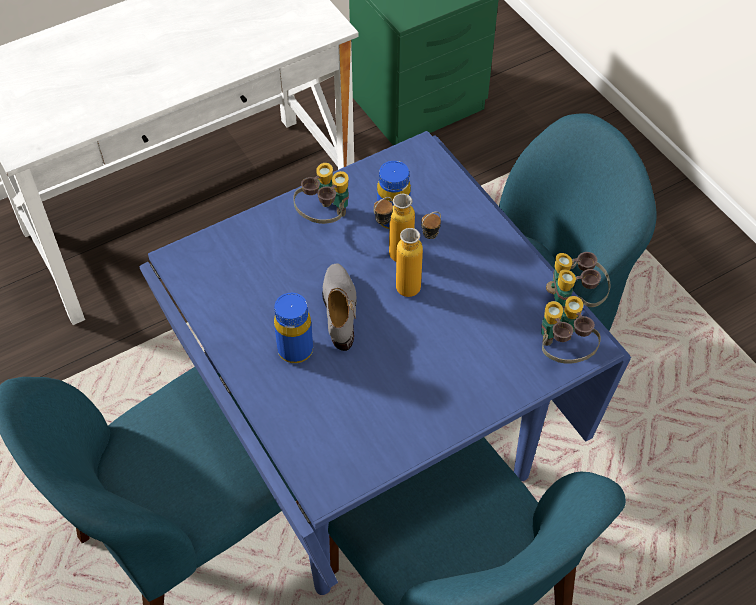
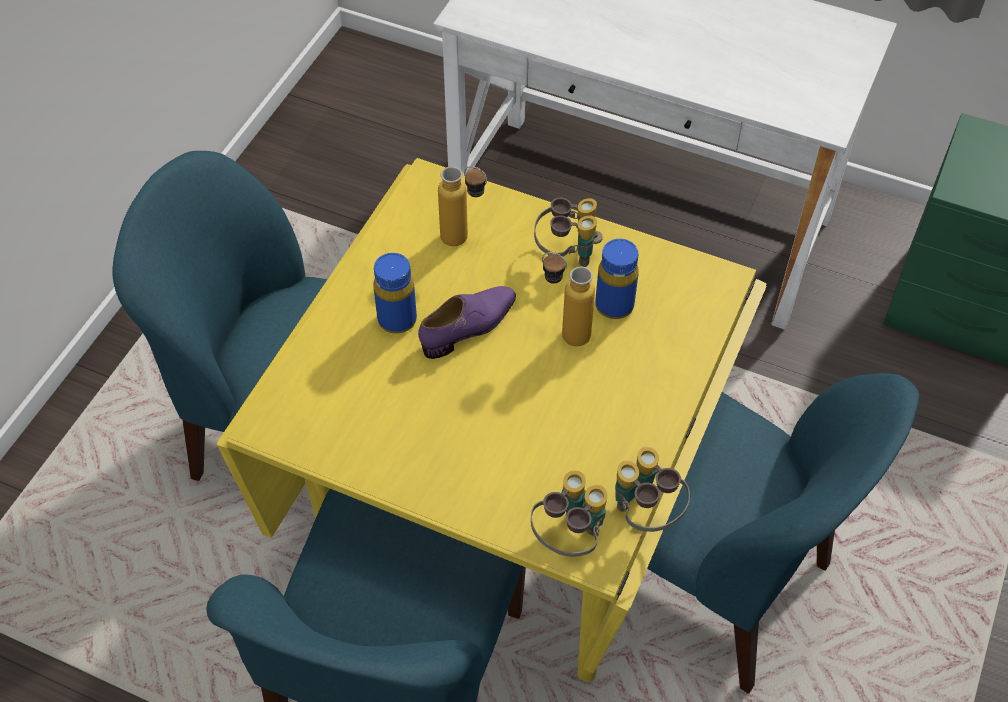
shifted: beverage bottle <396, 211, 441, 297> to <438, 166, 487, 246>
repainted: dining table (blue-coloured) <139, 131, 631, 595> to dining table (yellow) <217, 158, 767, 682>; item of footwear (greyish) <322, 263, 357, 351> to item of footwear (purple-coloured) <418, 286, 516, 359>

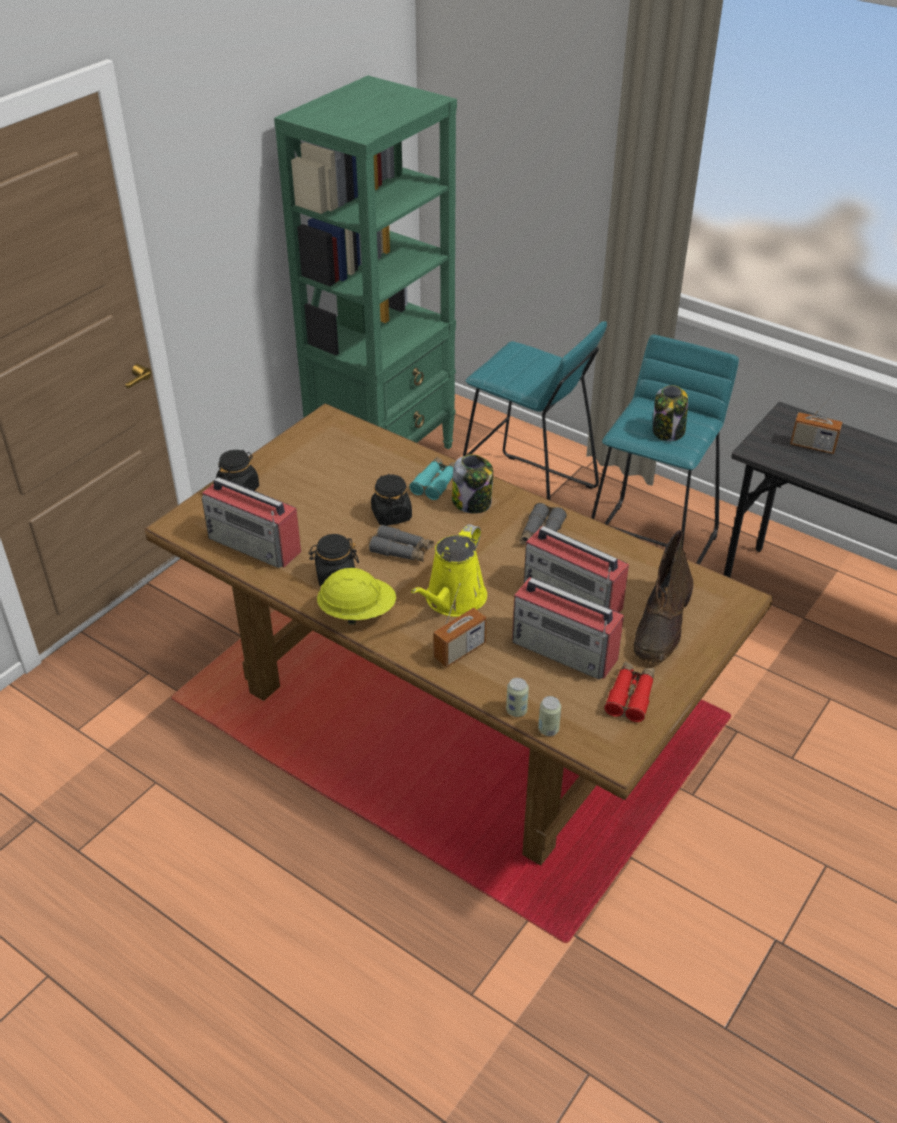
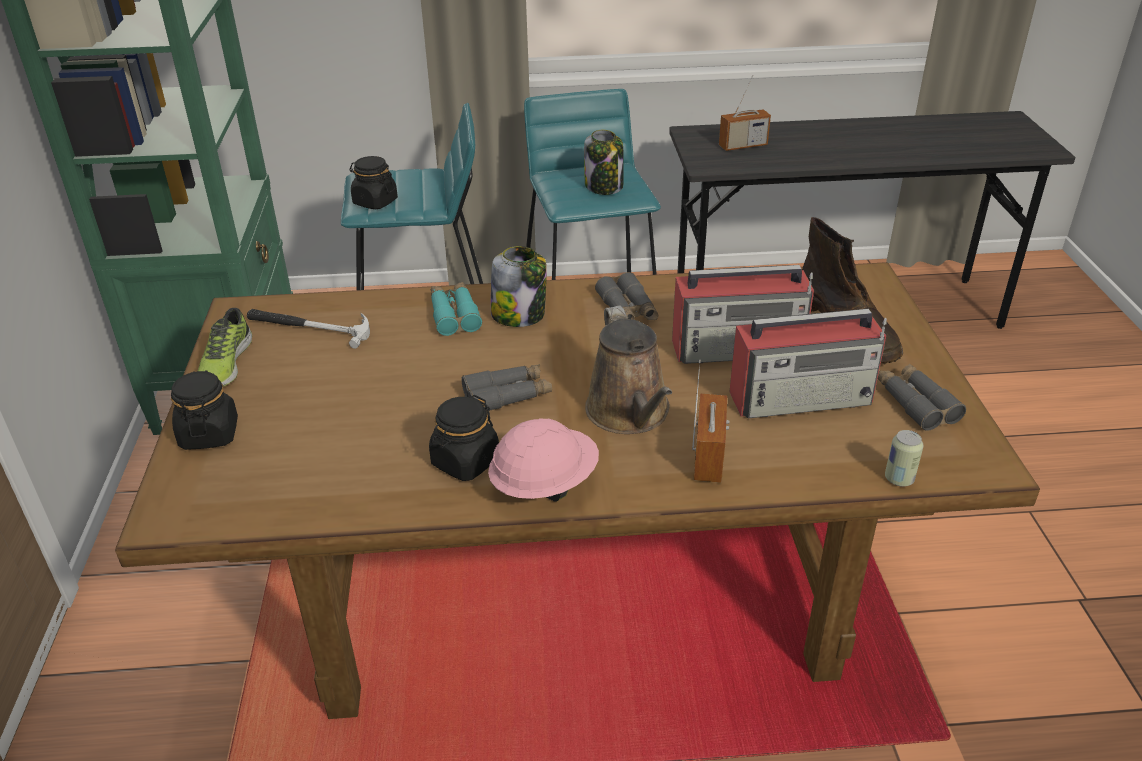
gone: radio receiver <202, 477, 301, 568>; sealed can <506, 678, 529, 717>
new: item of footwear <198, 308, 252, 386>; hammer <247, 309, 370, 349>
shifted: preserve jar (black-coloured) <371, 474, 412, 526> to <349, 156, 398, 209>
repainted: safety helmet (yellow) <317, 568, 396, 624> to safety helmet (pink) <488, 418, 599, 502>; watering pot (yellow) <411, 524, 487, 617> to watering pot (brownish) <585, 305, 672, 434>; binoculars (reddish) <604, 661, 655, 722> to binoculars (greyish) <878, 363, 966, 431>

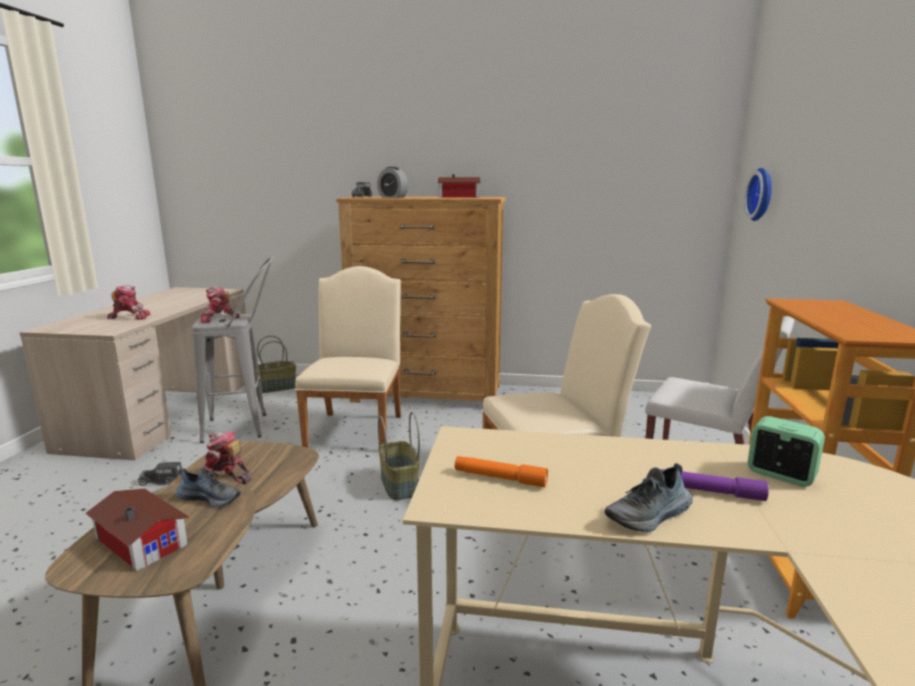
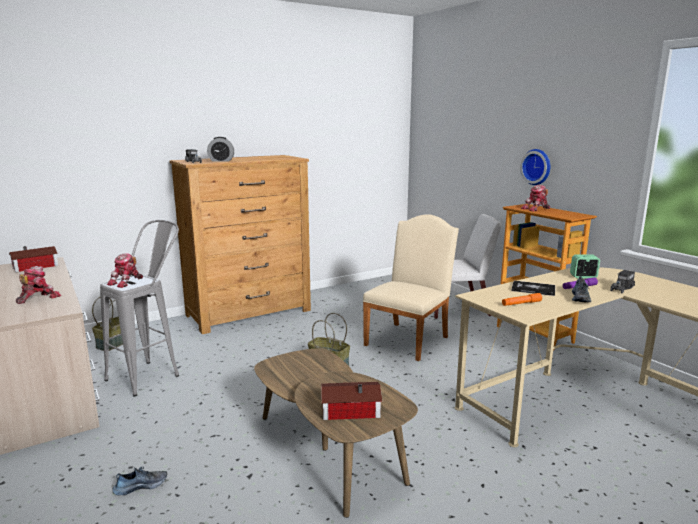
gone: upright chair (beige-coloured) <295, 266, 401, 448>
new: book <512, 281, 555, 296>
shifted: miniature house <438, 174, 480, 198> to <9, 246, 58, 272>; item of footwear <175, 468, 241, 507> to <112, 467, 167, 495>; hanging clock <744, 168, 772, 221> to <520, 149, 550, 185>; model robot <197, 432, 252, 484> to <521, 185, 550, 211>; toy truck <138, 462, 183, 486> to <610, 270, 635, 293>

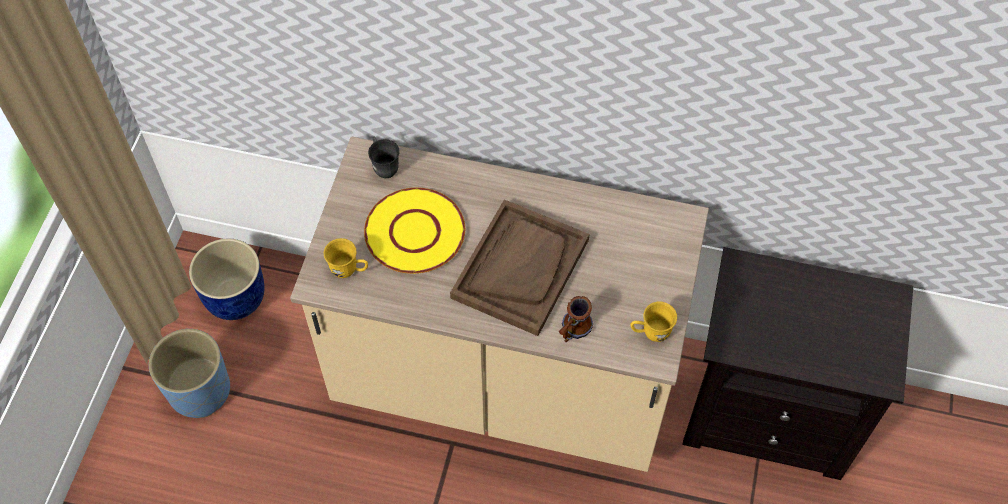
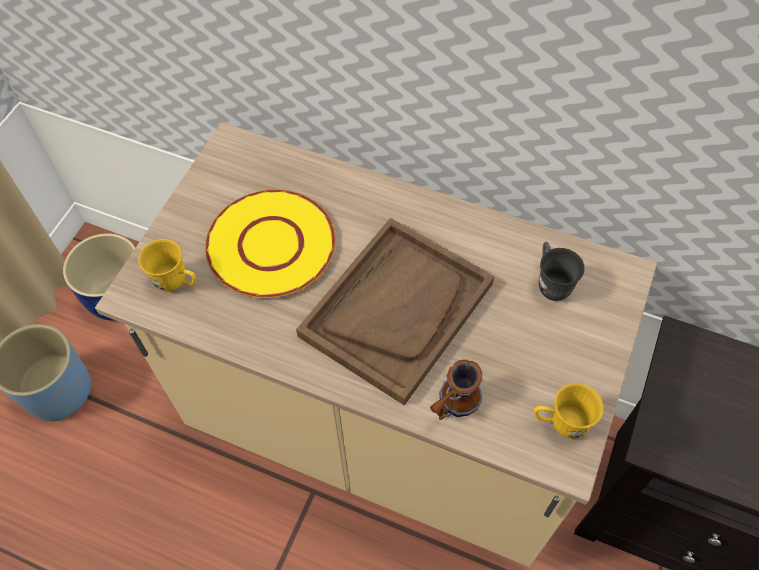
shifted: tea mug (greyish) <368, 137, 400, 178> to <539, 242, 585, 301>

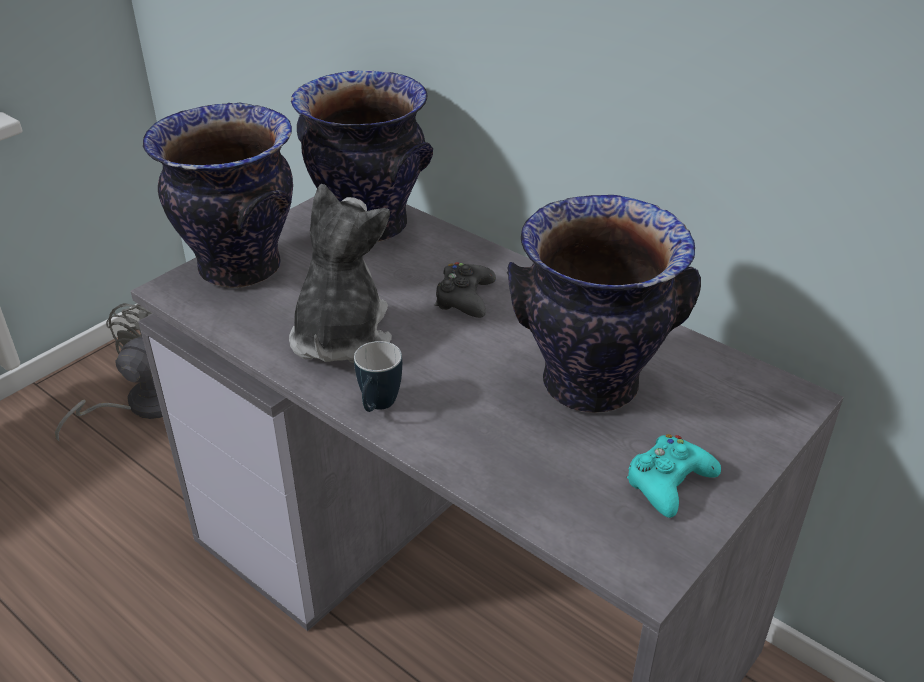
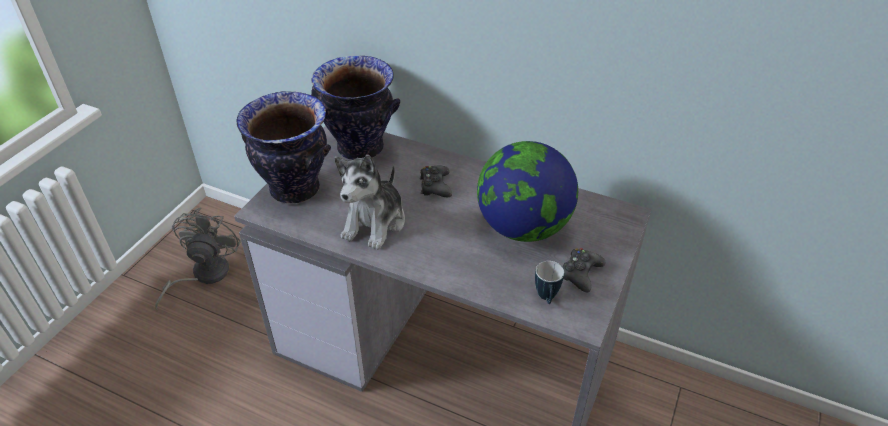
shifted: tea mug <354, 341, 402, 412> to <535, 261, 564, 304>
swapped: decorative vase <507, 195, 701, 413> to desk globe <477, 141, 578, 242>
repainted: gamepad (blue-green) <626, 434, 721, 518> to gamepad (black-coloured) <562, 248, 605, 293>
rotated: cuddly toy <289, 184, 392, 363> = <335, 155, 405, 250> 150 degrees counterclockwise

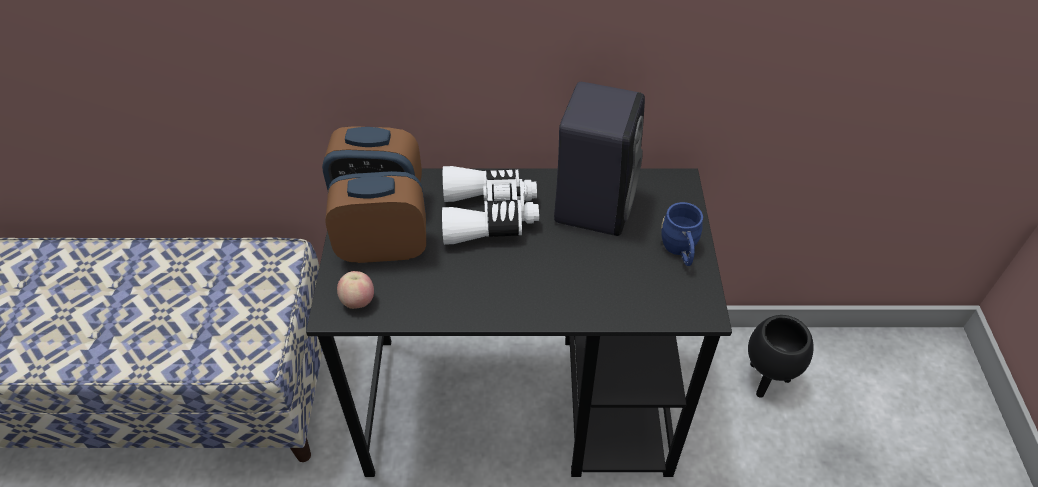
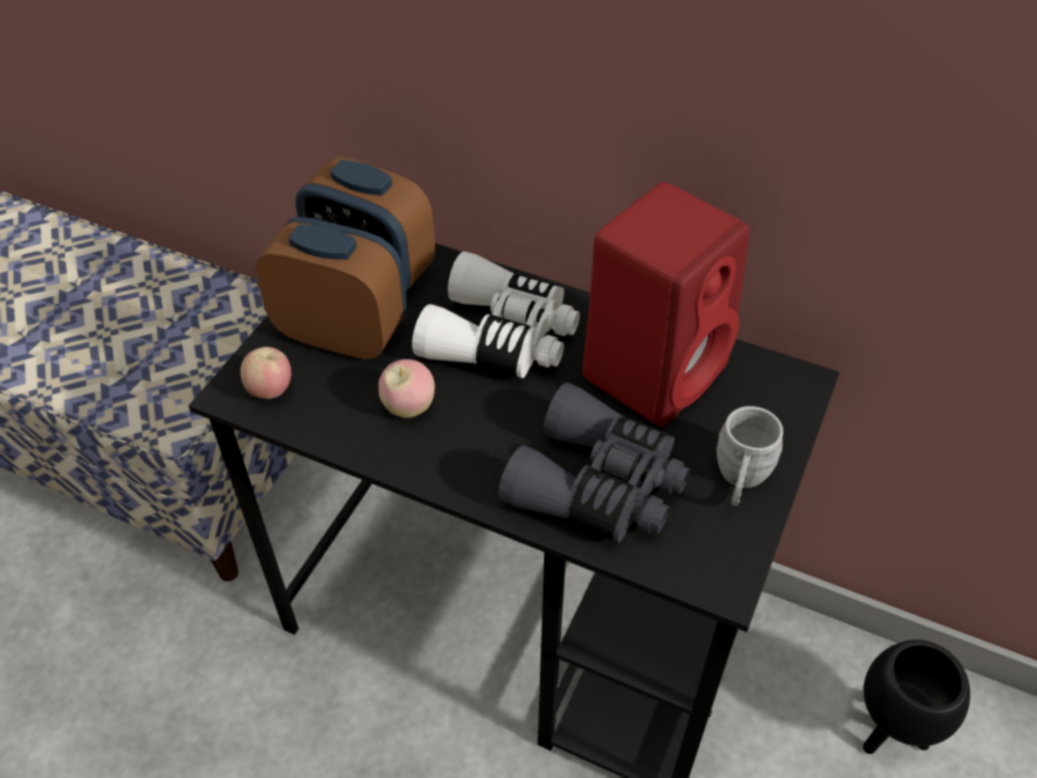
new: apple fruit <378, 359, 435, 418>; binoculars (greyish) <498, 382, 691, 543>
repainted: loudspeaker (black-coloured) <554, 82, 645, 236> to loudspeaker (reddish) <582, 182, 749, 427>; tea mug (blue-coloured) <661, 202, 703, 266> to tea mug (greyish) <717, 406, 783, 506>

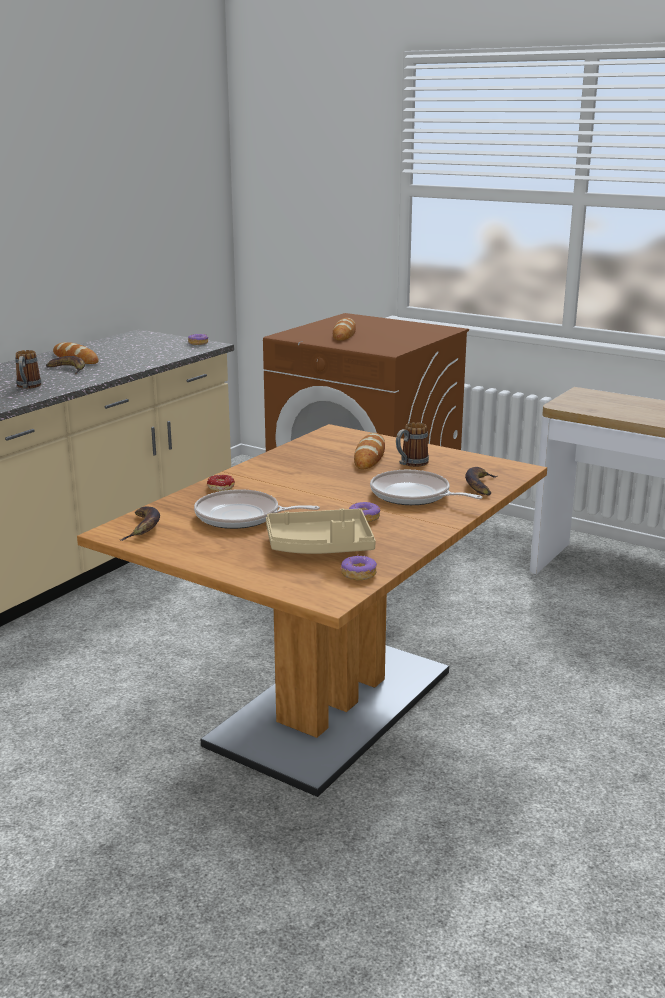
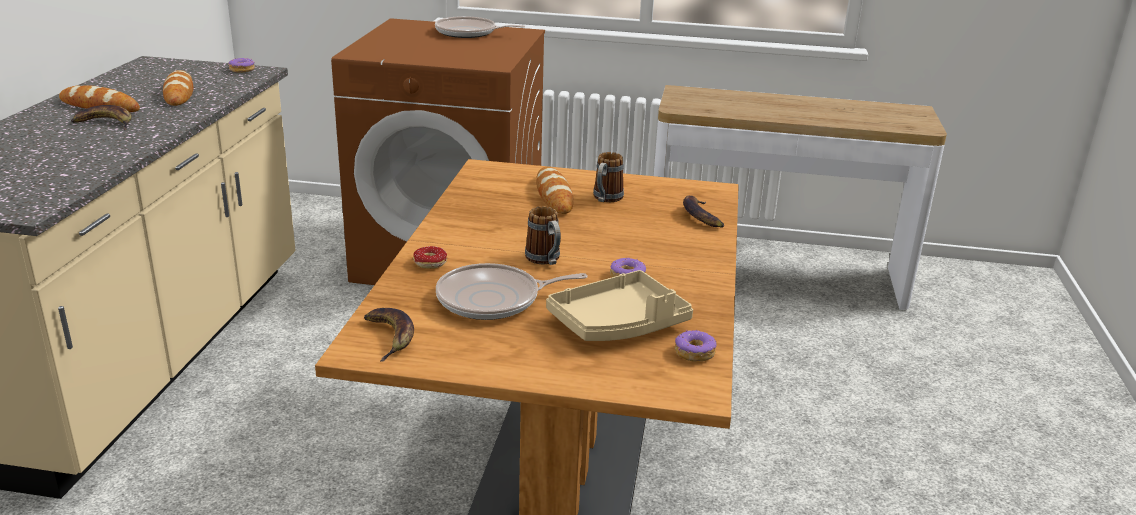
shifted: bread <333, 318, 356, 341> to <163, 70, 193, 106>; skillet <370, 470, 482, 505> to <435, 16, 525, 38>; tea mug <15, 350, 42, 389> to <525, 206, 561, 265>

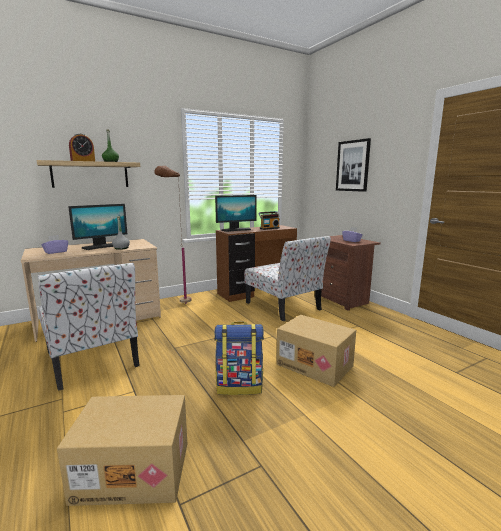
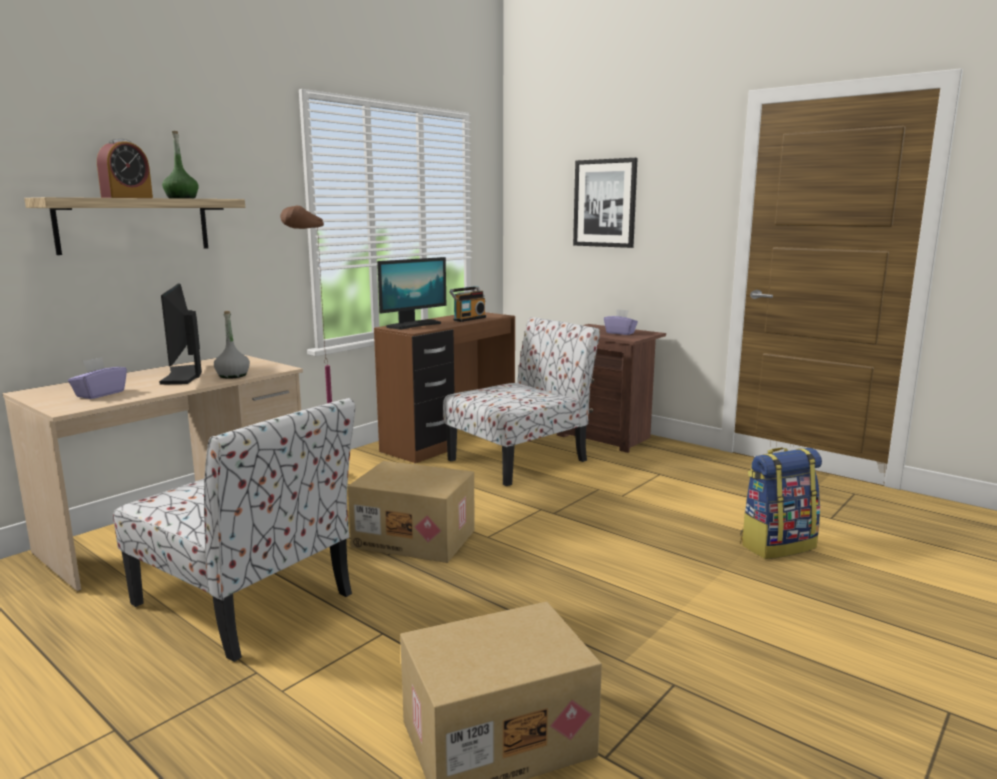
shifted: cardboard box <276, 315, 356, 387> to <348, 461, 475, 563>; rucksack <214, 322, 264, 395> to <740, 447, 822, 559>
rotated: computer screen <68, 204, 127, 250> = <159, 283, 202, 385> 135 degrees clockwise; upright chair <244, 236, 331, 321> = <443, 317, 600, 486> 75 degrees counterclockwise

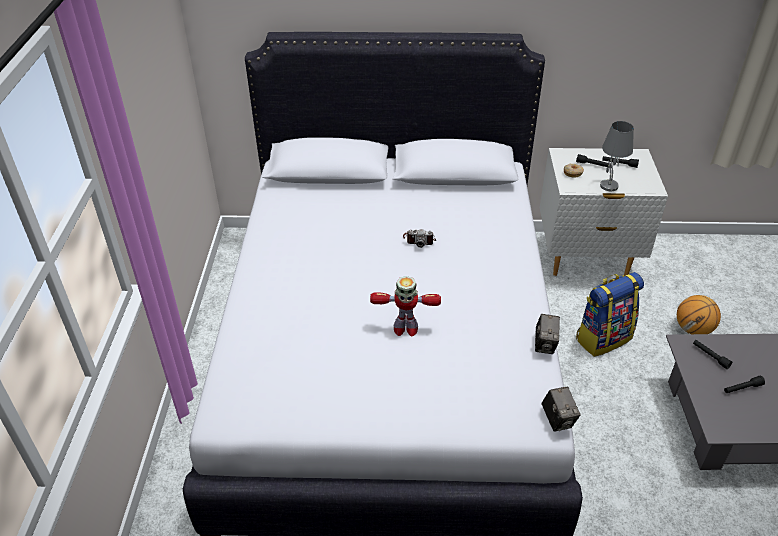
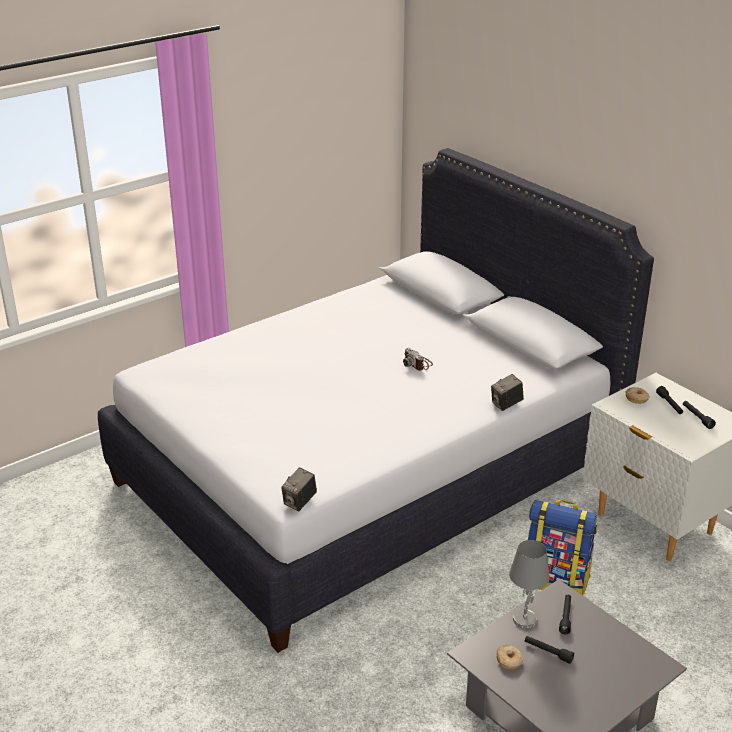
gone: model robot <370, 276, 441, 336>; basketball <677, 295, 721, 334>
new: ring doughnut <496, 644, 524, 670>
shifted: still camera <535, 314, 560, 354> to <491, 374, 524, 411>; lamp for a table (greyish) <600, 121, 634, 191> to <509, 540, 550, 628>

